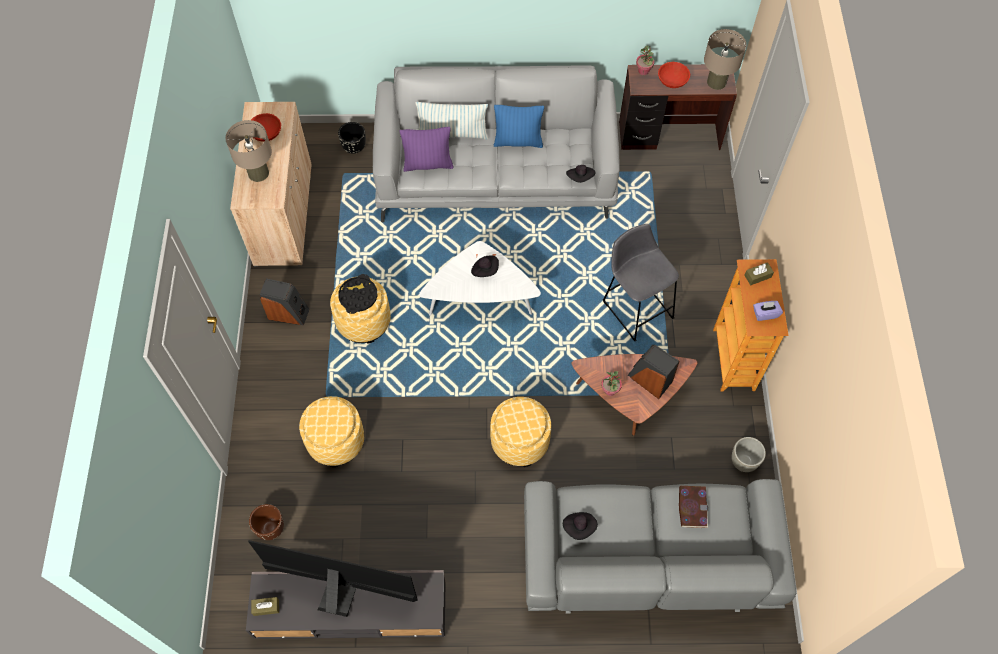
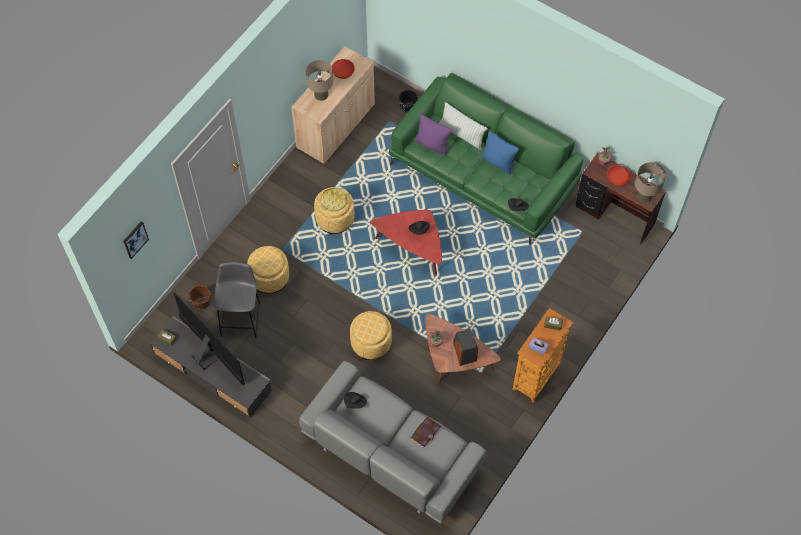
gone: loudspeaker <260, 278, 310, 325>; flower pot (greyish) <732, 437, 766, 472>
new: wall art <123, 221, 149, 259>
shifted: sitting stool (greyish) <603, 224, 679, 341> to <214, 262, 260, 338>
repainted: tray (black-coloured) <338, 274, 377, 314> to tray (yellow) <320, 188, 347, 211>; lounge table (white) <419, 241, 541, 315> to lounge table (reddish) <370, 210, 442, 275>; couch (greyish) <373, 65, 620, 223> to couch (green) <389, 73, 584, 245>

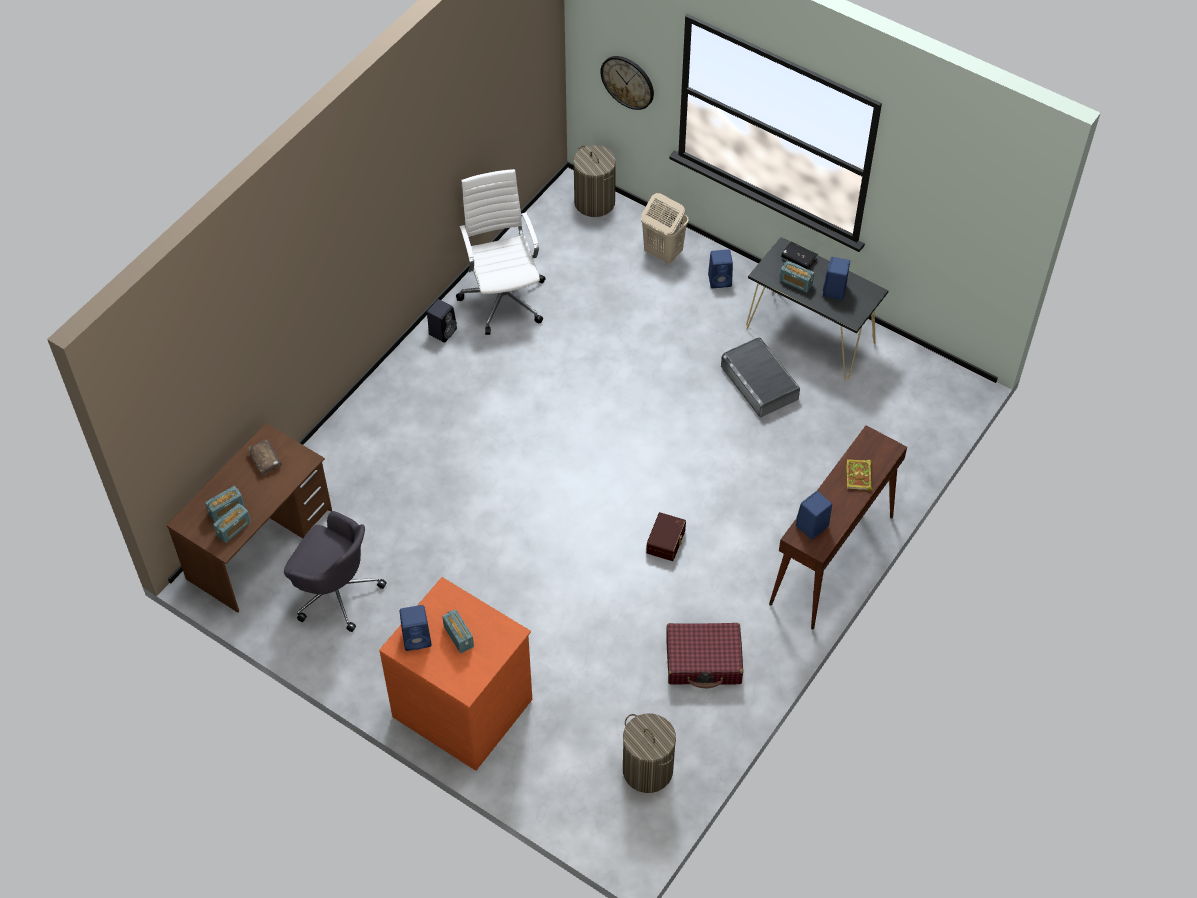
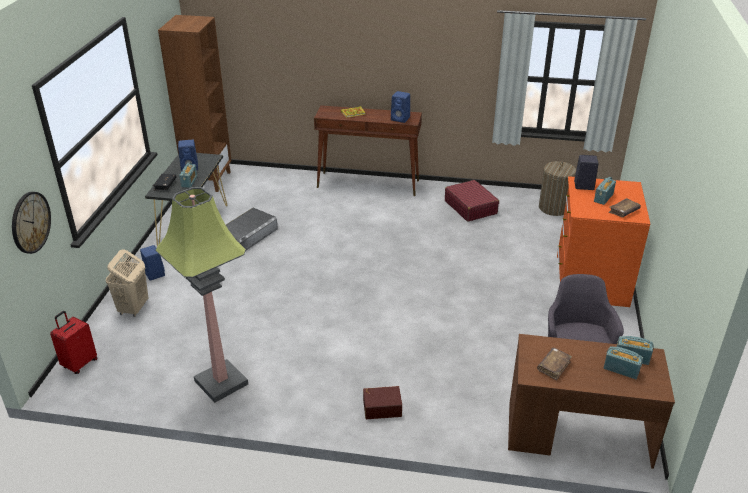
new: shelving unit (brownish) <158, 15, 232, 192>
shifted: storage box (brownish) <646, 512, 686, 561> to <363, 386, 402, 419>; loudspeaker (black-coloured) <427, 299, 457, 343> to <574, 155, 598, 190>
swapped: hamper <573, 145, 616, 217> to piece of luggage (reddish) <50, 311, 98, 374>; desk chair (white) <456, 169, 546, 335> to standing lamp <155, 187, 248, 403>; loudspeaker (blue-coloured) <400, 605, 432, 651> to book (brownish) <609, 198, 641, 217>

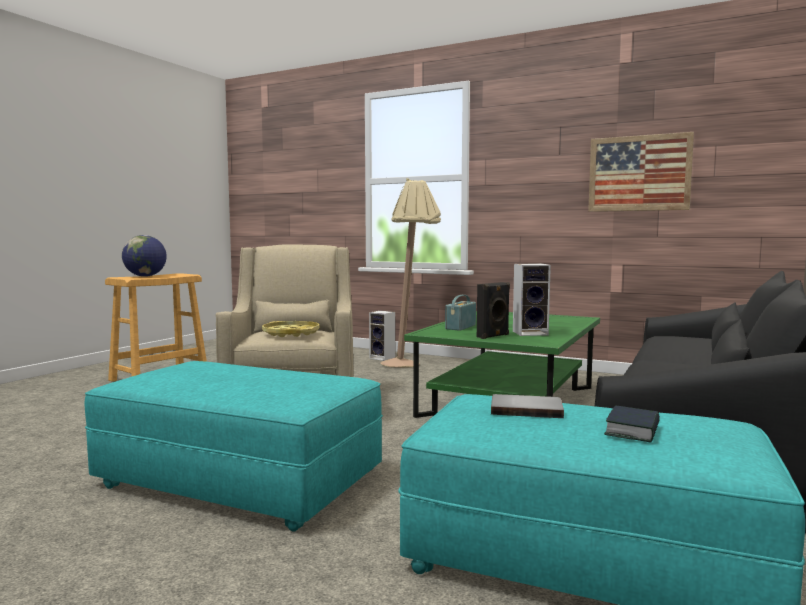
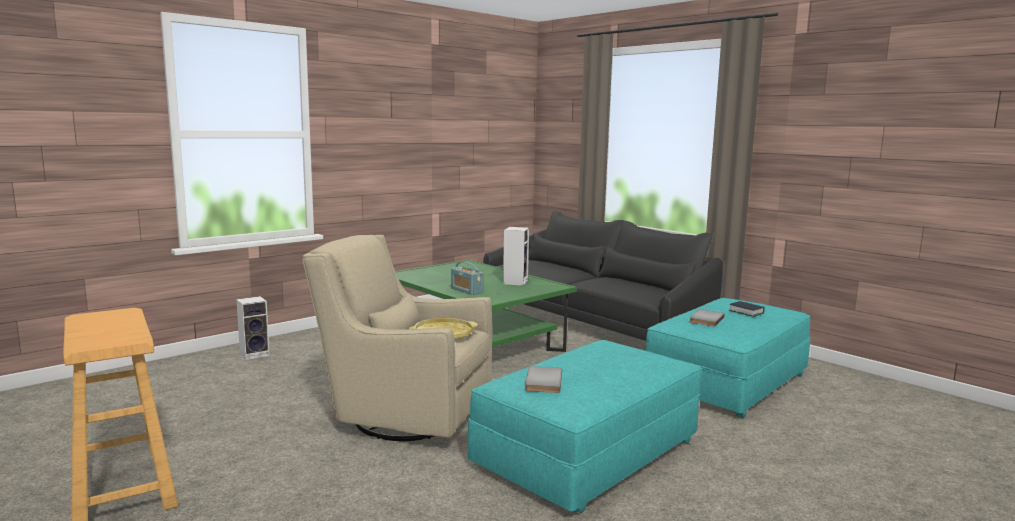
gone: desk globe <122, 235, 167, 277>; standing lamp (beige-coloured) <380, 178, 441, 368>; loudspeaker (black-coloured) <477, 282, 510, 339>; wall art <588, 132, 694, 212>
new: book (greyish) <525, 366, 562, 393>

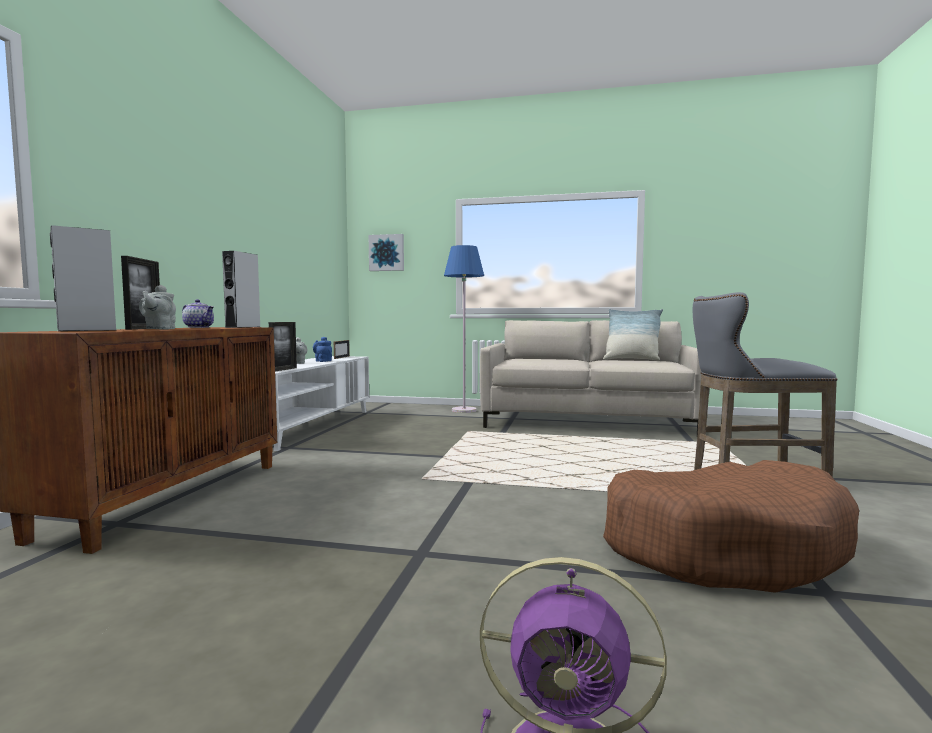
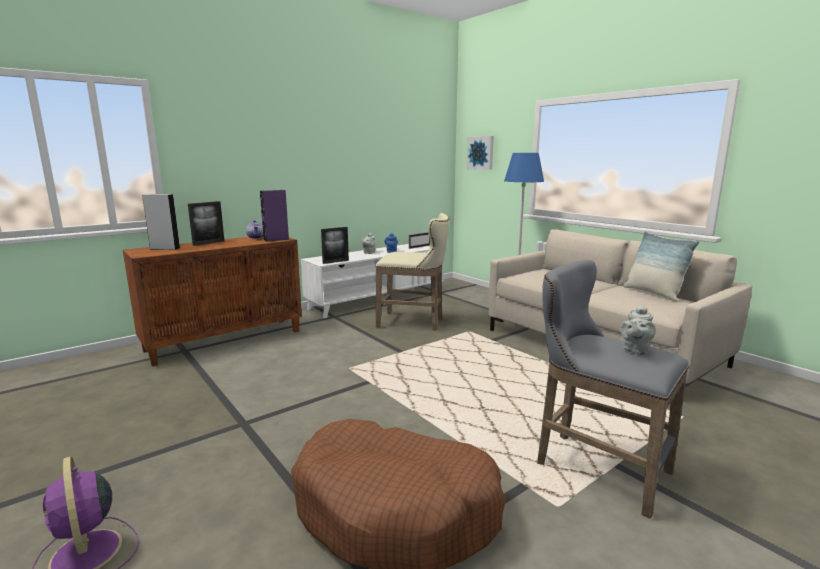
new: sitting stool (beige-coloured) <376, 213, 450, 331>
shifted: pot for tea (greyish) <139, 285, 176, 329> to <620, 305, 656, 355>
repainted: loudspeaker (greyish) <222, 251, 260, 328> to loudspeaker (purple-coloured) <260, 190, 290, 242>

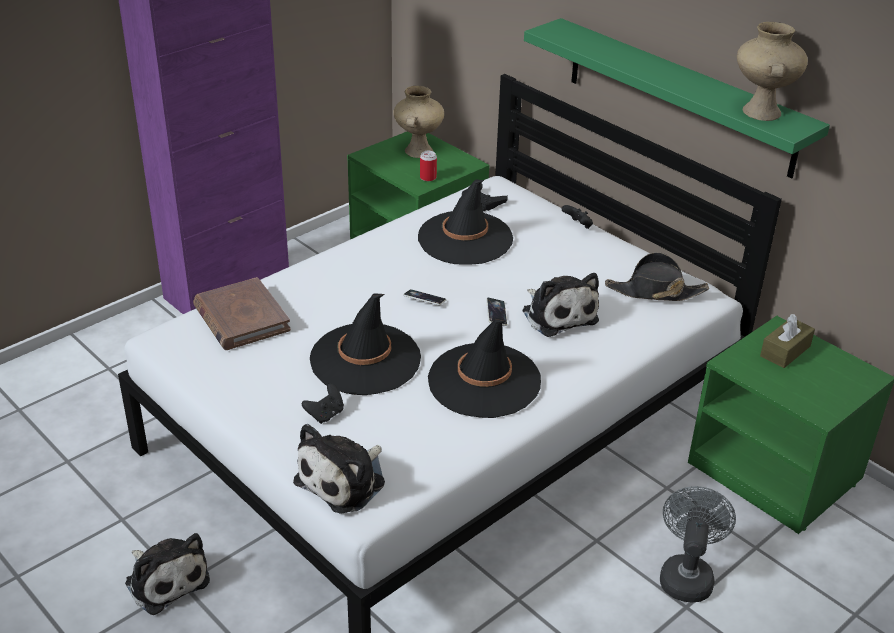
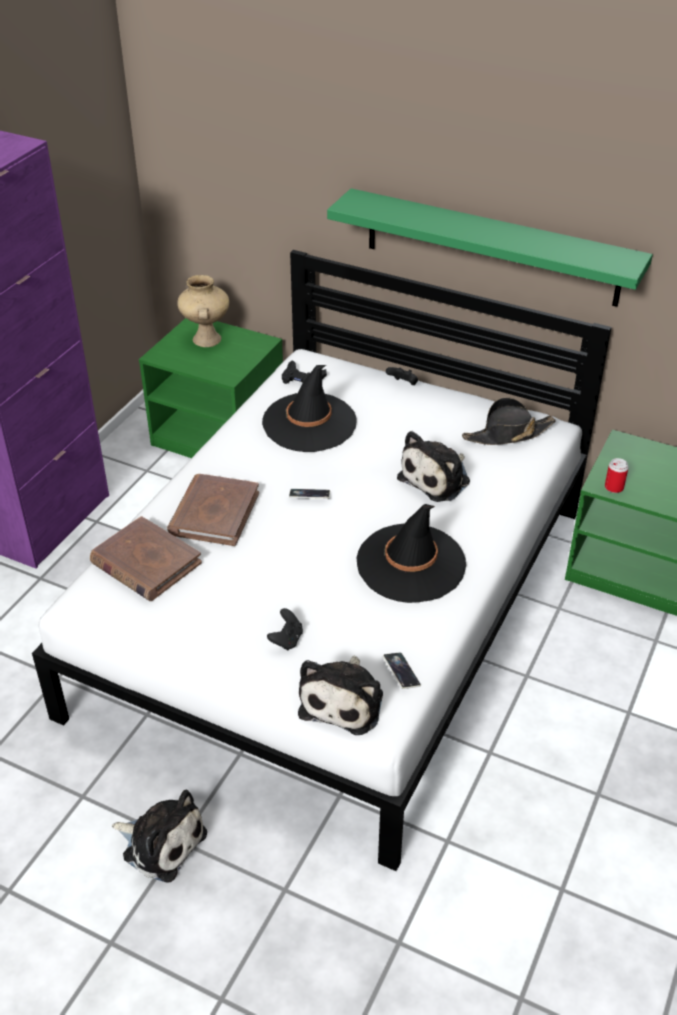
gone: hat (black-coloured) <310, 294, 421, 395>; fan (greyish) <660, 486, 736, 603>; decorative vase (beige-coloured) <737, 22, 808, 121>; tissue holder (brownish) <760, 314, 815, 368>
new: book (brownish) <167, 474, 259, 546>
shifted: telephone <486, 298, 507, 326> to <383, 652, 421, 689>; sealed can <420, 151, 437, 181> to <605, 458, 629, 493>
rotated: cuddly toy <522, 273, 599, 337> = <397, 431, 470, 502> 90 degrees clockwise

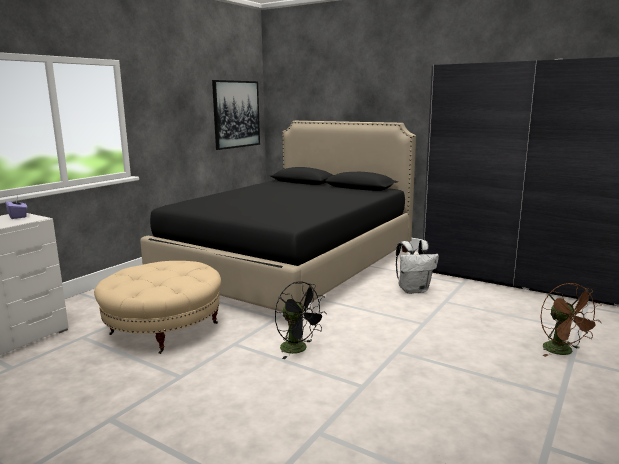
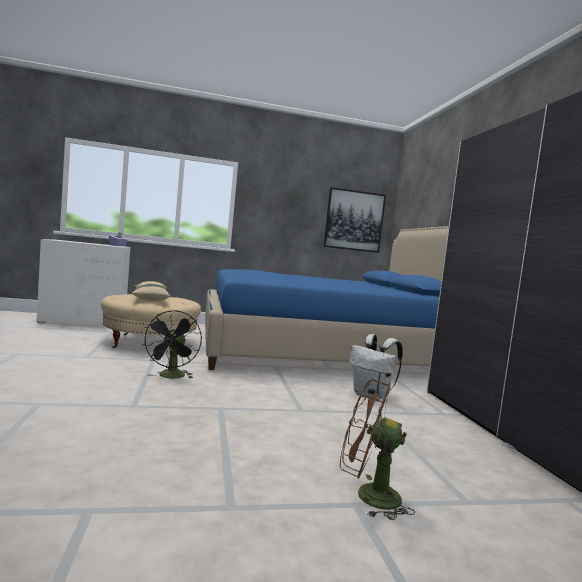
new: cushion (beige-coloured) <131, 281, 170, 301>
repainted: sleeping bed (black-coloured) <140, 121, 416, 325> to sleeping bed (blue-coloured) <205, 226, 449, 370>
rotated: fan (brownish) <541, 283, 602, 357> = <340, 379, 415, 520> 75 degrees clockwise

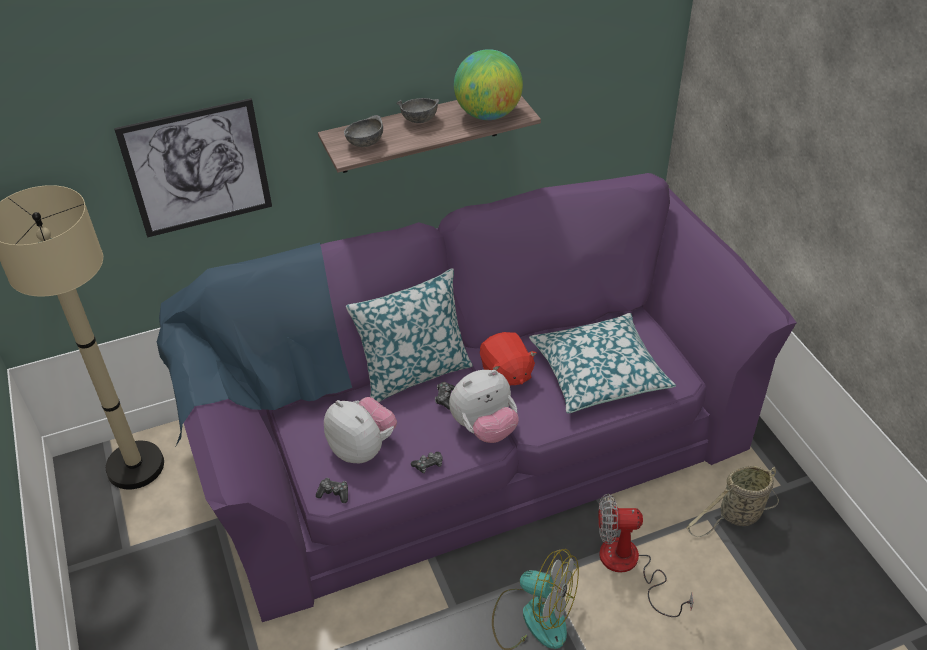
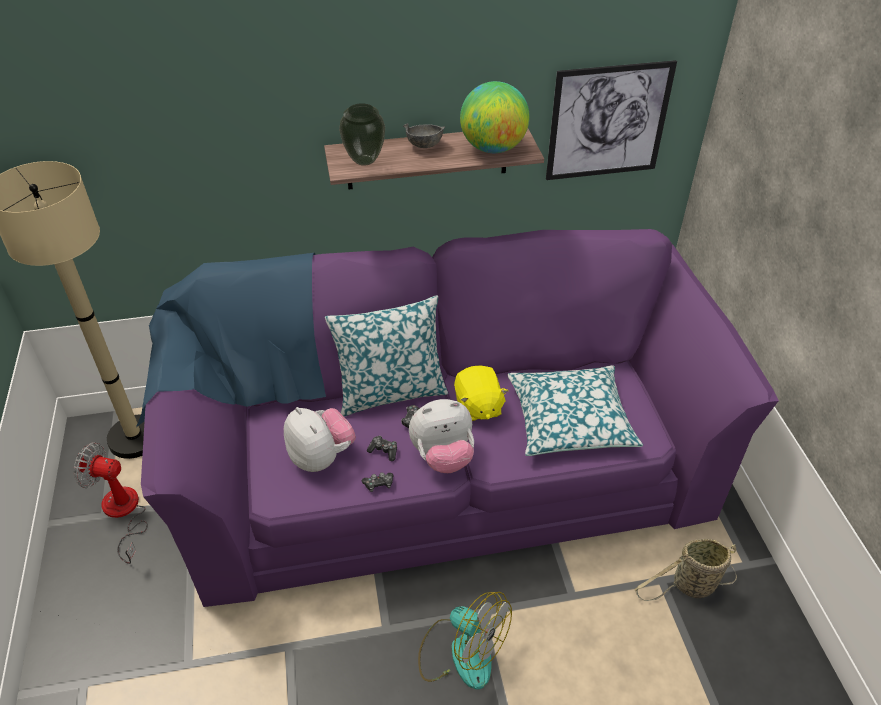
shifted: fan <598, 494, 694, 617> to <74, 442, 147, 564>; gamepad <316, 478, 348, 503> to <367, 436, 397, 461>; wall art <114, 98, 272, 237> to <546, 60, 677, 180>
swapped: deep dish (greyish) <344, 115, 383, 147> to decorative vase <339, 103, 385, 165>
repainted: cuddly toy (reddish) <480, 332, 537, 385> to cuddly toy (yellow) <454, 365, 508, 421>

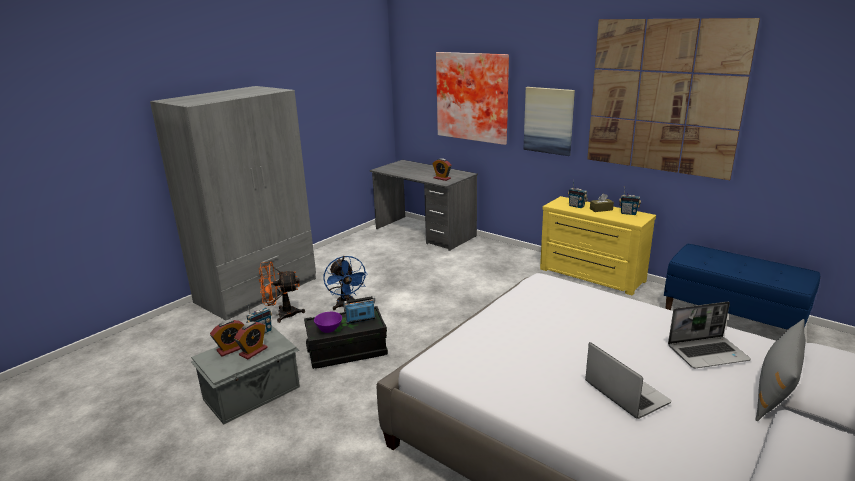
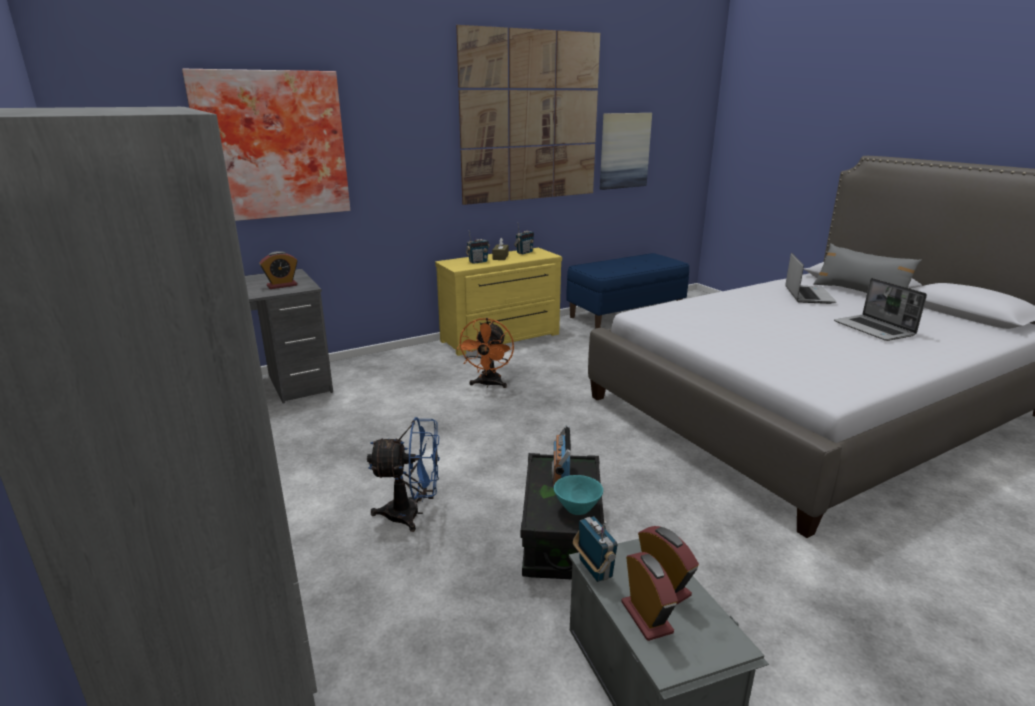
shifted: fan (orangey) <259, 262, 305, 323> to <457, 318, 514, 388>; wall art <523, 87, 575, 156> to <600, 113, 652, 190>
repainted: deep dish (purple-coloured) <314, 312, 342, 333> to deep dish (blue-green) <554, 475, 603, 515>
rotated: portable computer <585, 342, 672, 419> = <834, 278, 927, 341> 105 degrees counterclockwise

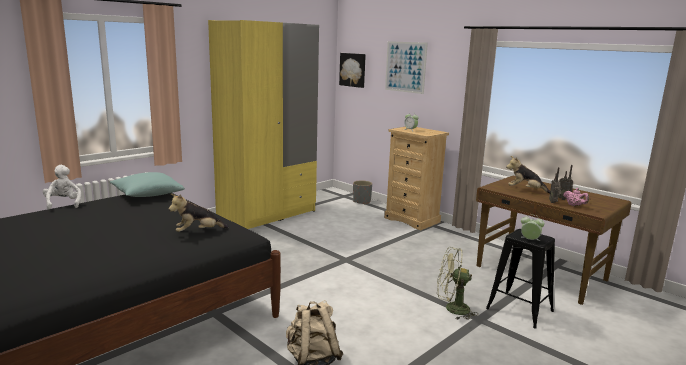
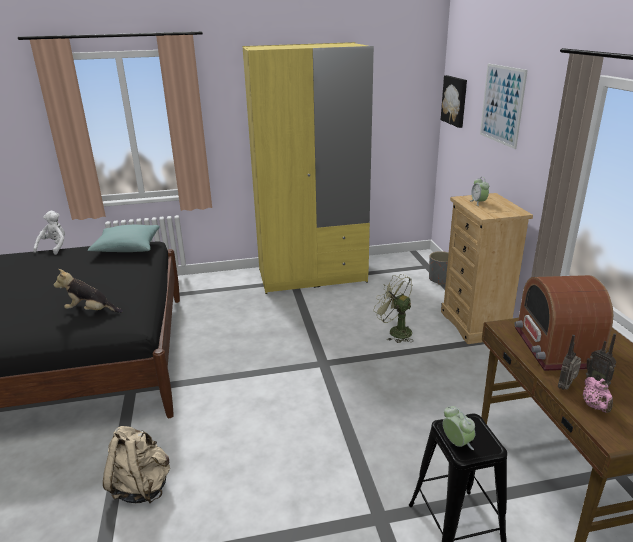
shifted: fan (green) <437, 247, 477, 320> to <374, 274, 413, 343>
swapped: cuddly toy <506, 156, 550, 193> to radio receiver <514, 275, 613, 371>

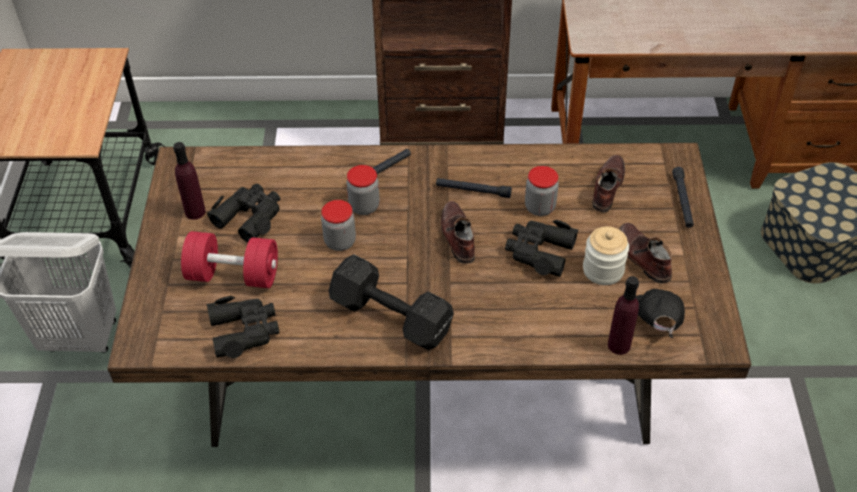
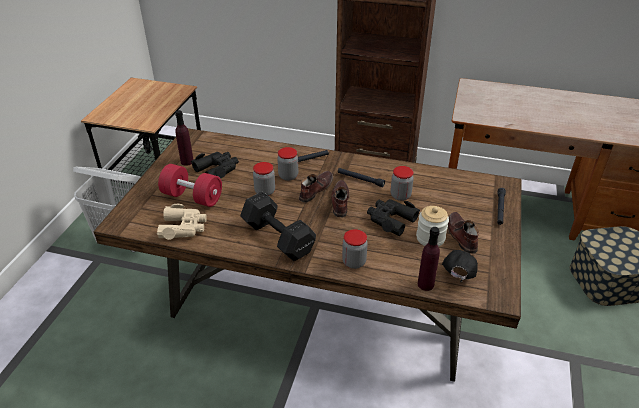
new: preserve jar <342, 229, 368, 269>
shifted: item of footwear (brownish) <592, 155, 625, 213> to <299, 171, 333, 203>
repainted: binoculars (black-coloured) <207, 296, 279, 358> to binoculars (beige-coloured) <157, 204, 207, 240>

